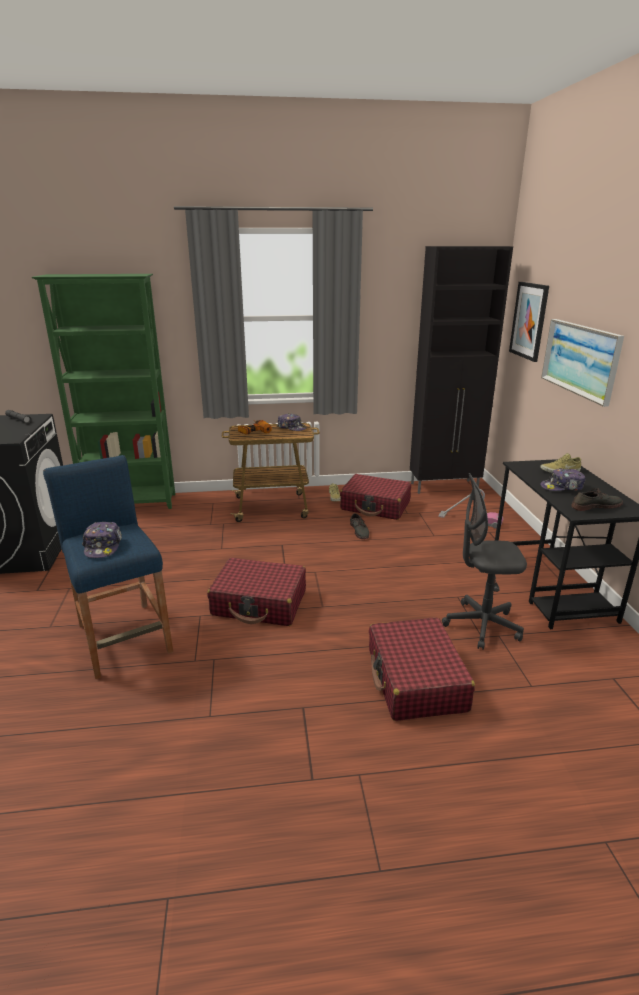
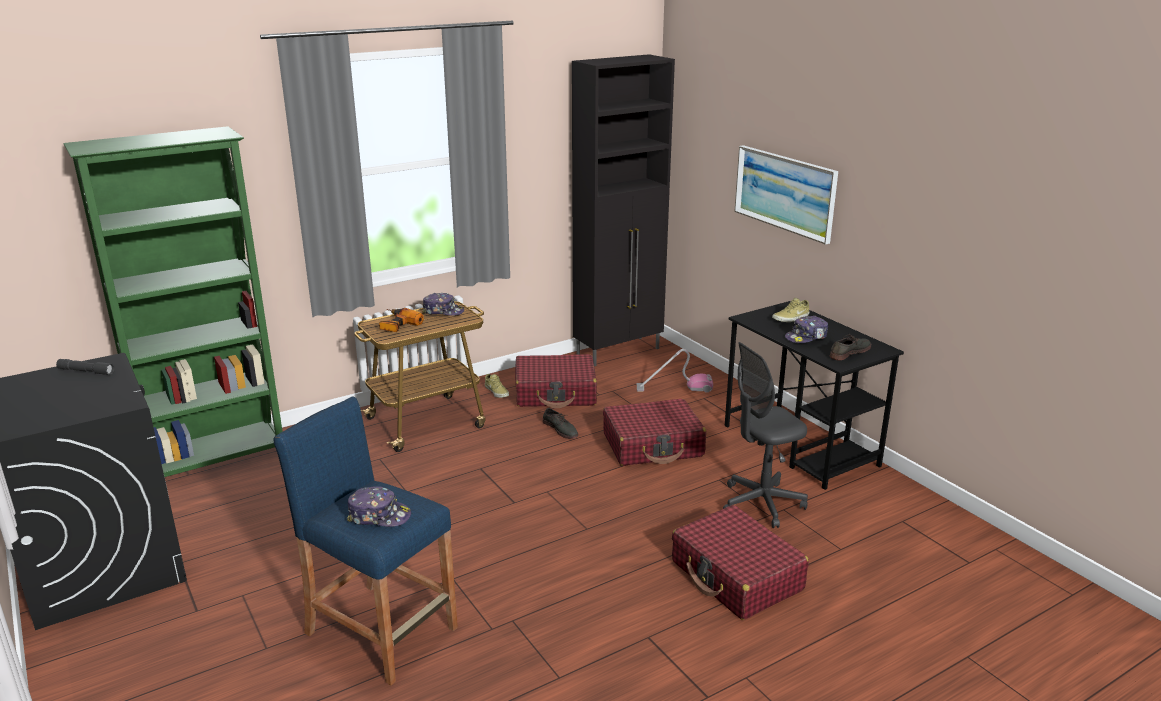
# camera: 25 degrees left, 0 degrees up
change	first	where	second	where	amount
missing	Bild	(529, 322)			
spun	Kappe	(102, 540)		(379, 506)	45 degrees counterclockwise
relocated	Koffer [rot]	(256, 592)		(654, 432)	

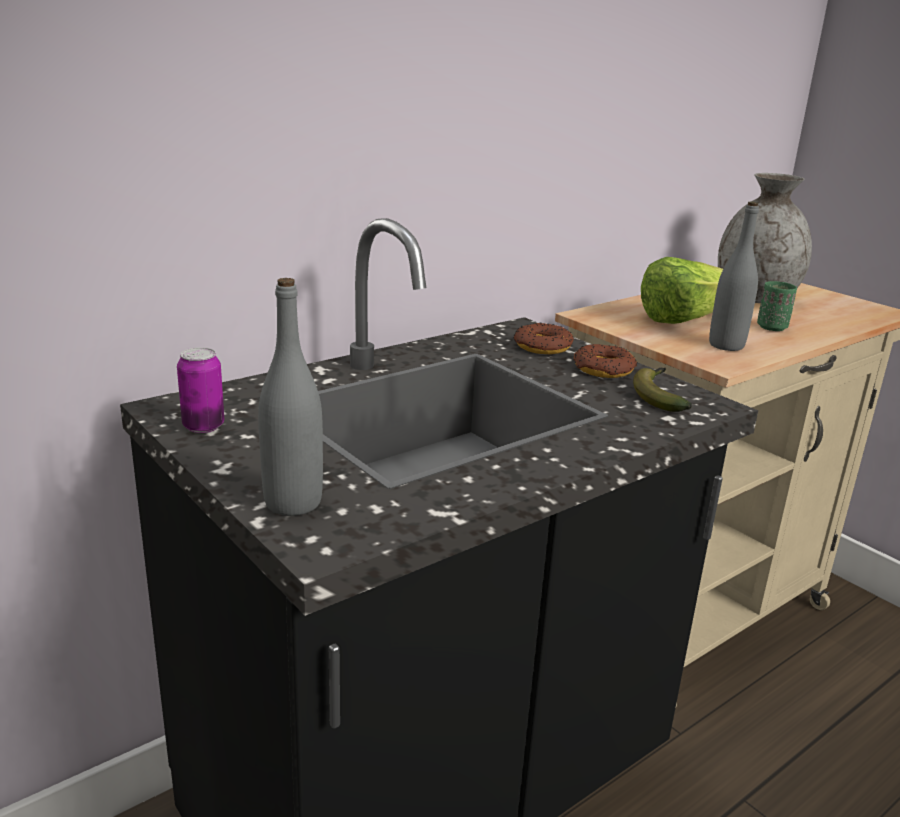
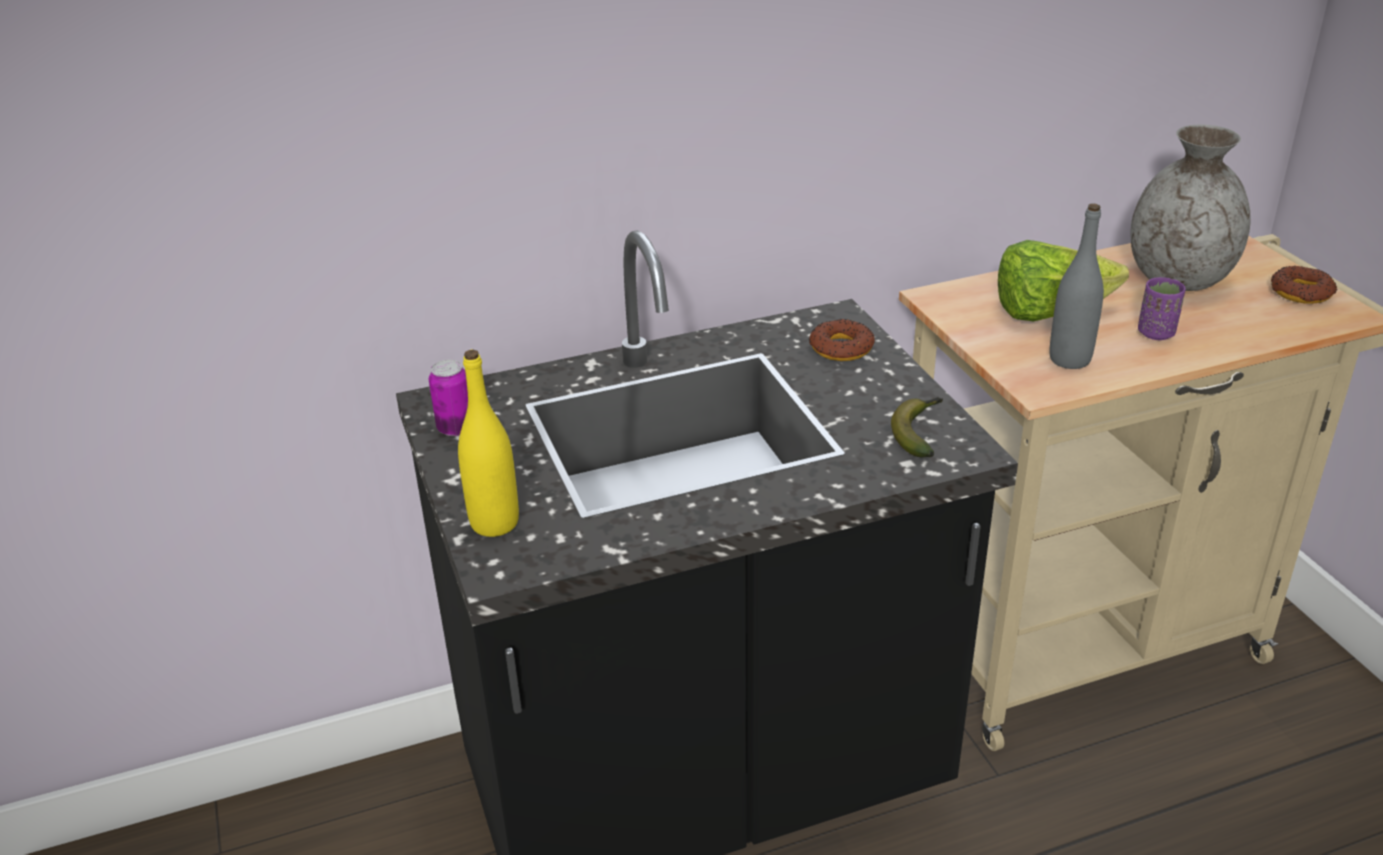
# camera: 20 degrees right, 10 degrees up
change	first	where	second	where	amount
colour	Flasche [grau]	(290, 397)	Flasche [gelb]	(488, 443)	
colour	Tasse [grün]	(777, 306)	Tasse [lila]	(1162, 308)	
relocated	Donut	(605, 361)		(1304, 285)	

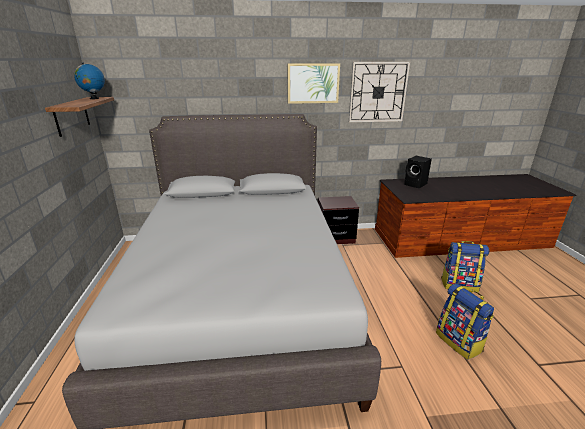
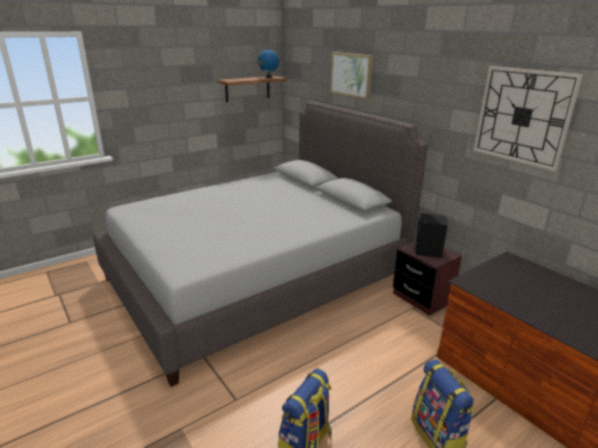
# camera: 60 degrees right, 0 degrees up
change	first	where	second	where	amount
relocated	Bild	(314, 83)		(351, 76)	
relocated	Lautsprecher [schwarz]	(418, 172)		(431, 235)	

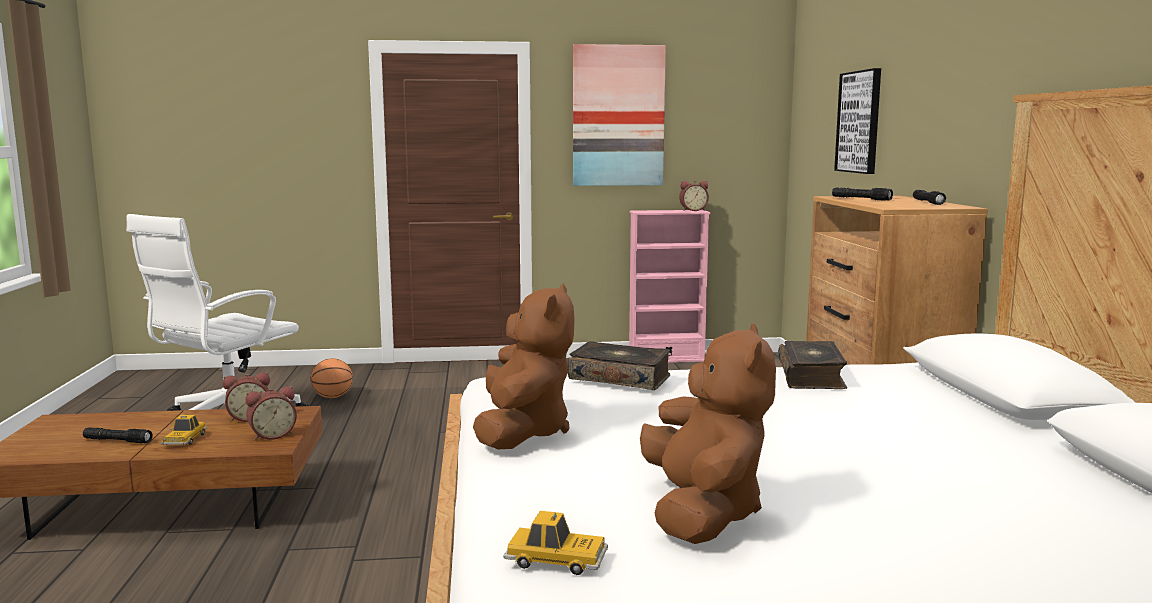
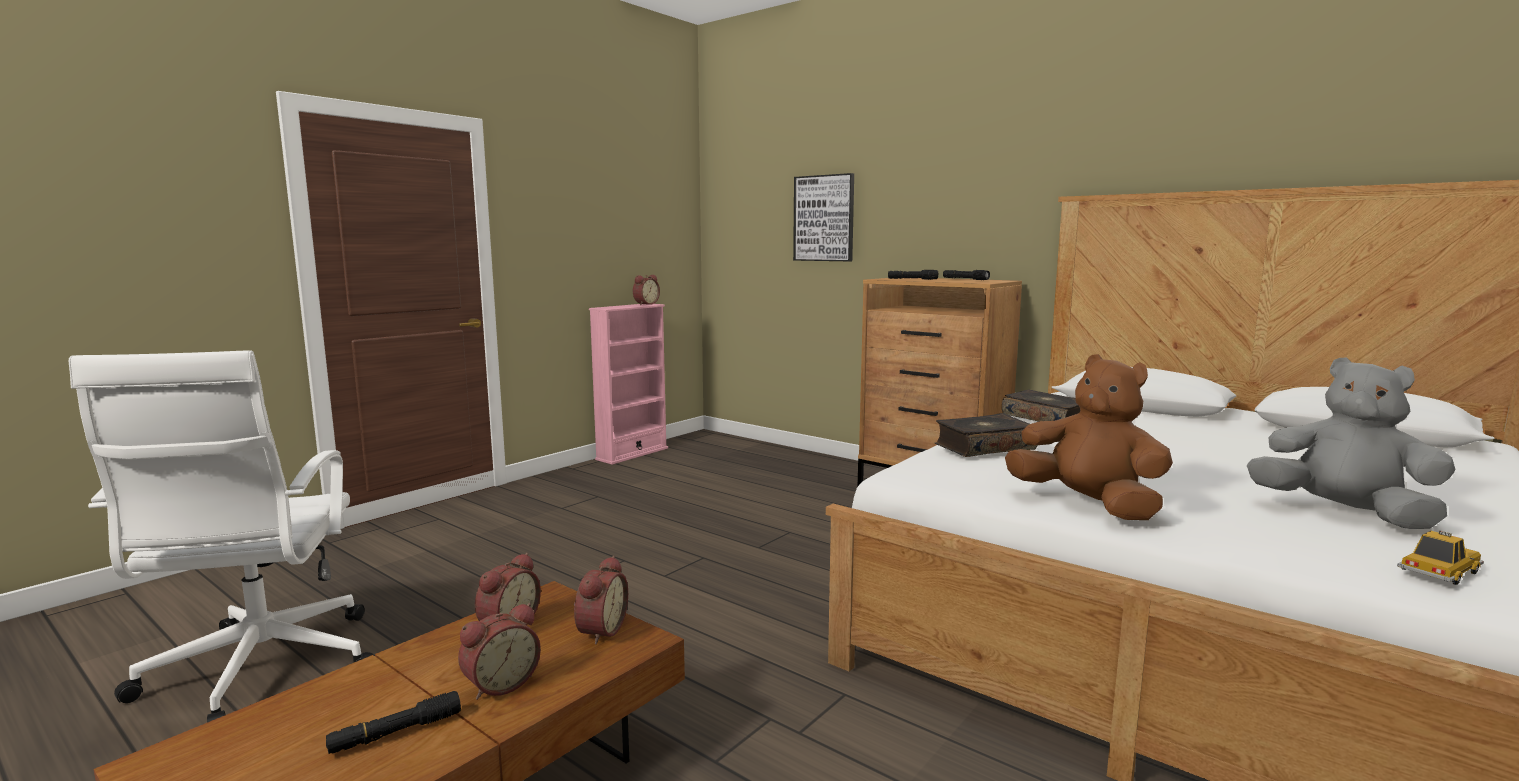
# camera: 45 degrees left, 0 degrees up
change	first	where	second	where	amount
missing	Bild	(619, 115)			
colour	Plüschtier [braun]	(708, 433)	Plüschtier [grau]	(1351, 443)	
missing	Basketball	(332, 378)			
exchanged	Spielzeugauto	(184, 430)	Wecker	(499, 651)	

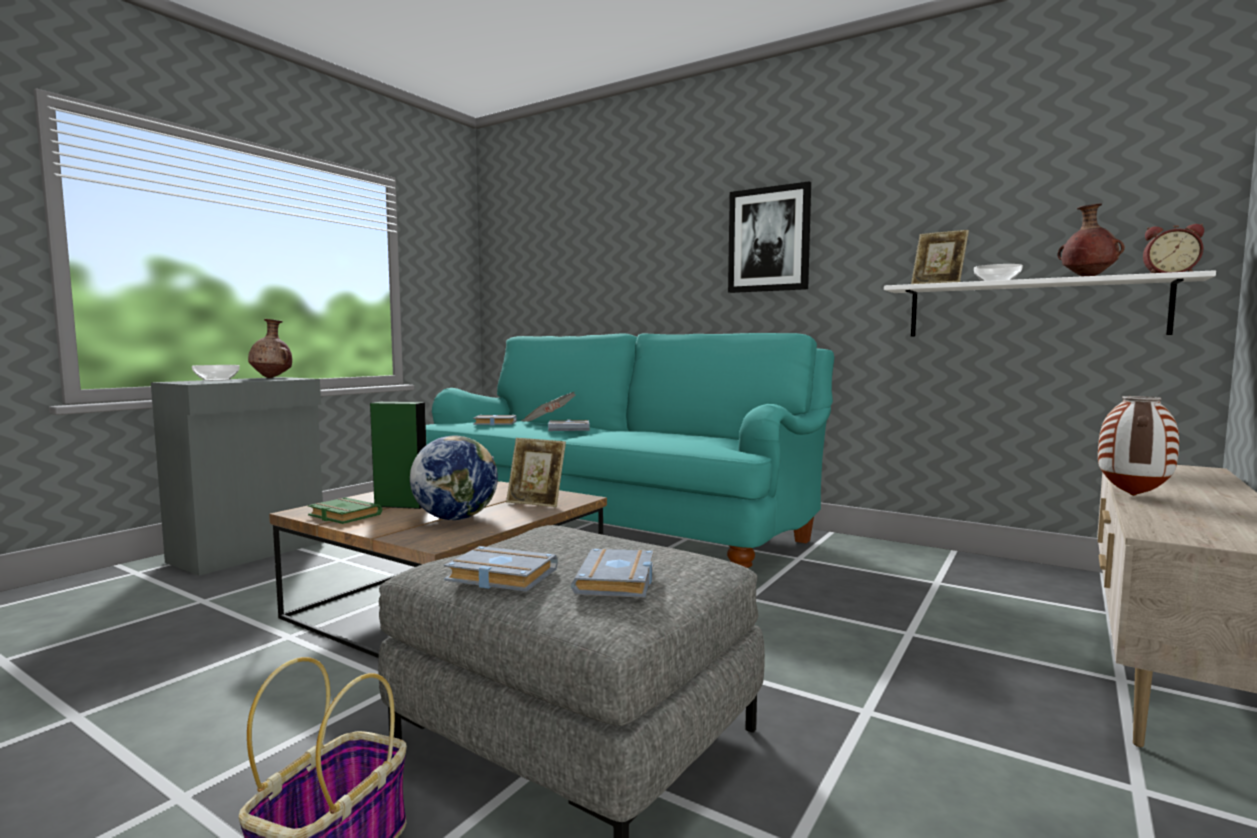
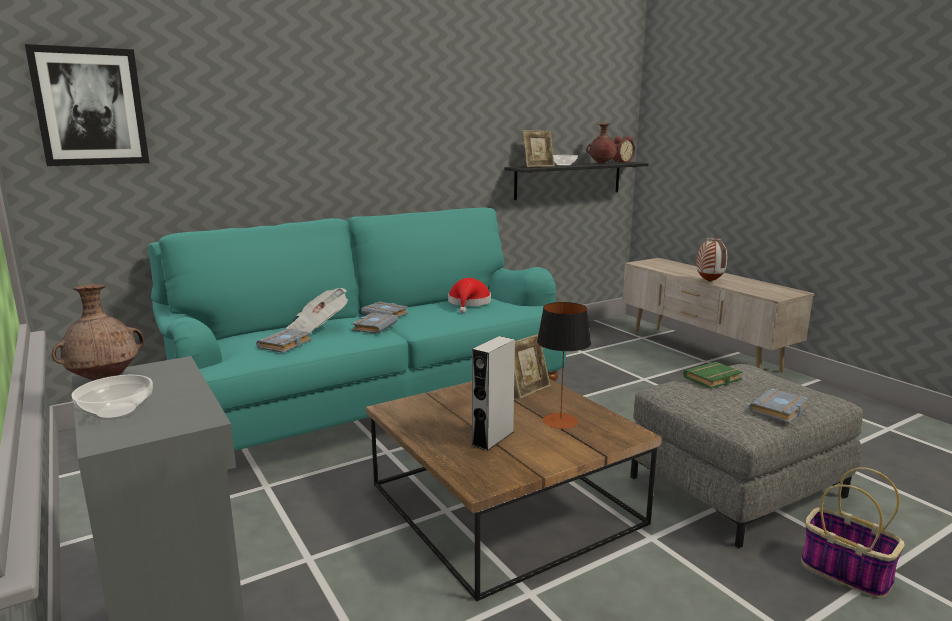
# camera: 65 degrees left, 10 degrees up
change	first	where	second	where	amount
relocated	Bild	(769, 237)		(87, 105)	
colour	Wandregal [weiß]	(1050, 303)	Wandregal [schwarz]	(576, 181)	
colour	Lautsprecher [grün]	(398, 455)	Lautsprecher [grau]	(493, 393)	
exchanged	Globus	(454, 478)	Tischlampe	(564, 365)	
relocated	Buch [grün]	(345, 510)		(713, 375)	
relocated	Buch [grau]	(612, 573)		(385, 309)	
appeared			Hut [rot]	(469, 296)	

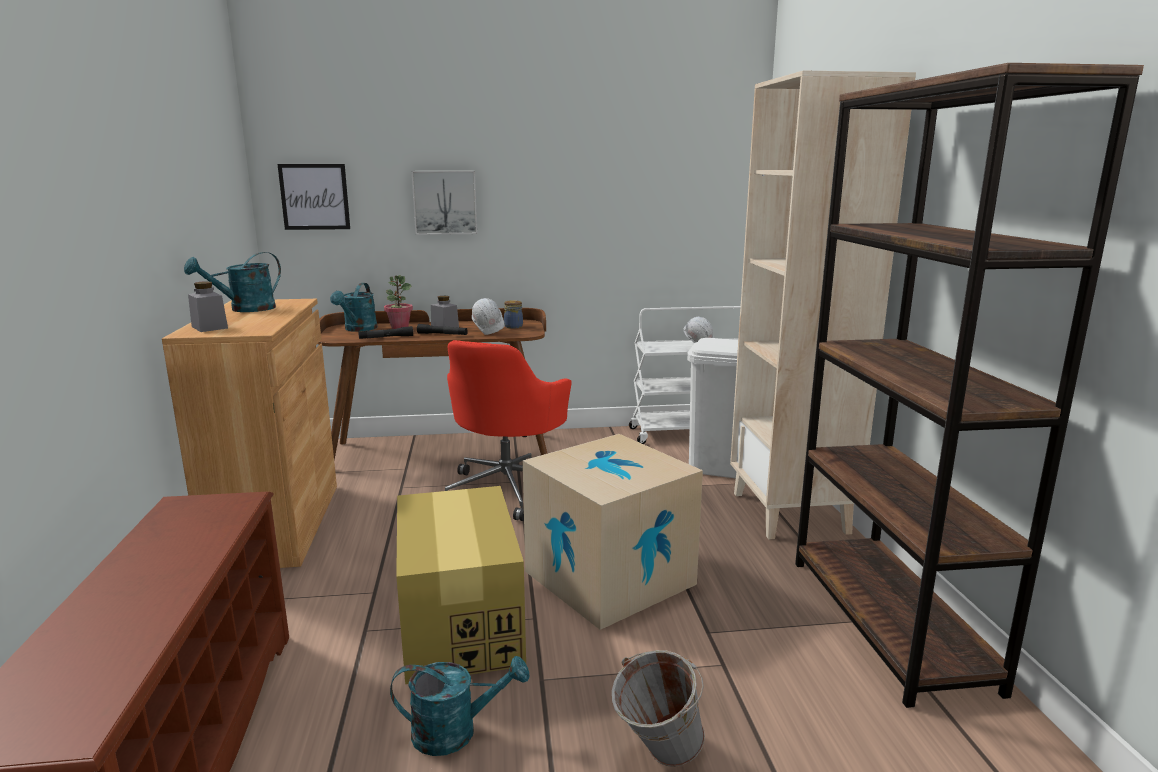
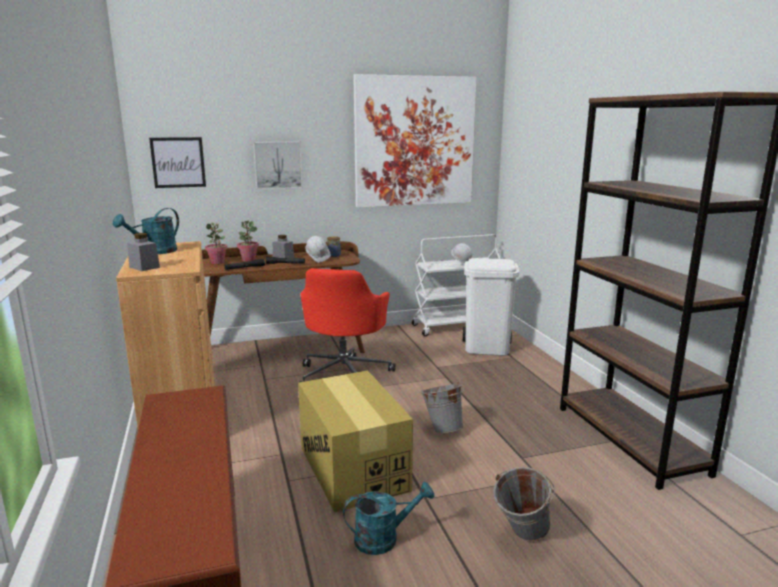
# camera: 10 degrees left, 0 degrees up
change	first	where	second	where	amount
missing	Bücherregal [beige]	(823, 305)			
exchanged	Gießkanne [türkis]	(353, 307)	Topfpflanze	(216, 243)	
exchanged	Karton	(613, 532)	Eimer [grau]	(442, 407)	
appeared			Bild	(415, 141)	

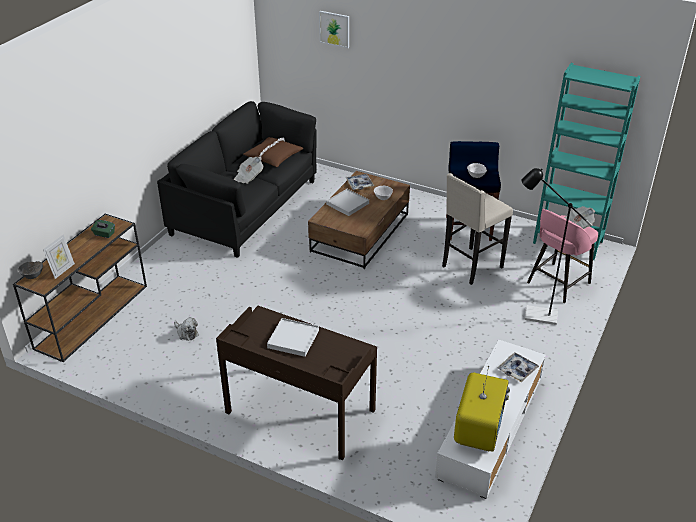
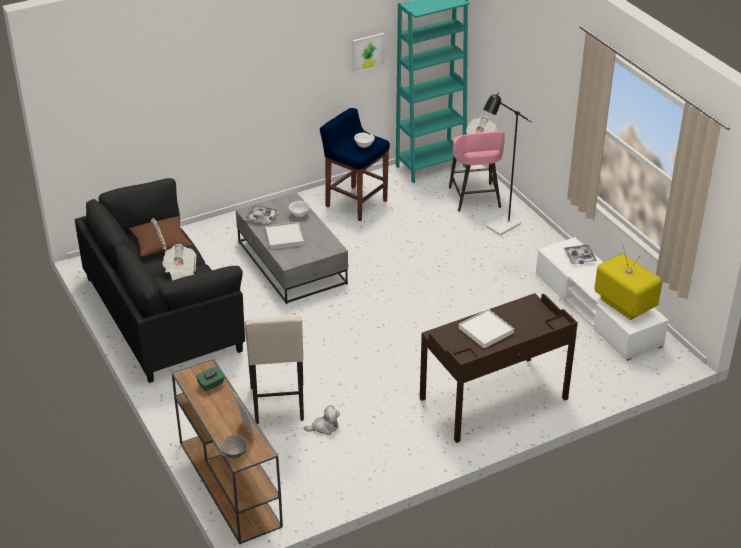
# camera: 55 degrees left, 0 degrees up
change	first	where	second	where	amount
relocated	Bild	(334, 29)		(368, 53)	
colour	Couchtisch [braun]	(359, 220)	Couchtisch [grau]	(292, 248)	
relocated	Hocker [beige]	(477, 229)		(274, 370)	

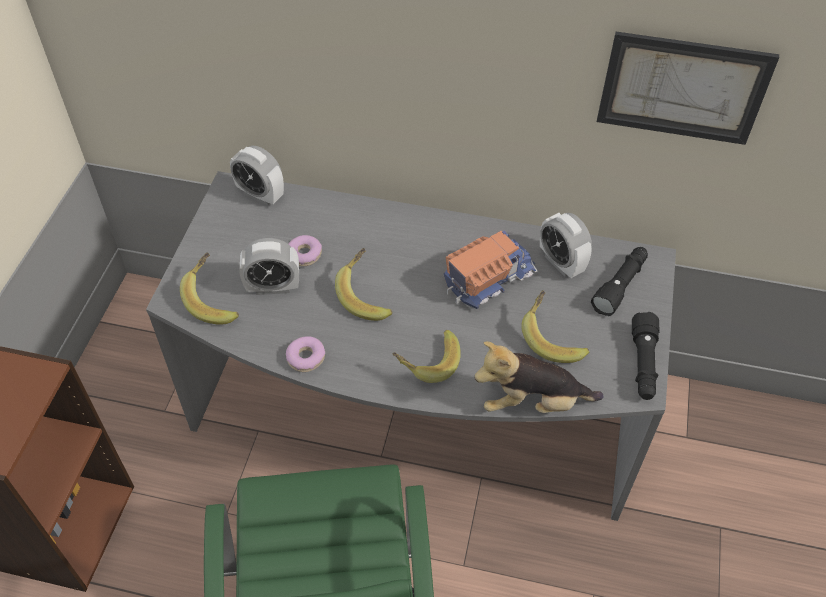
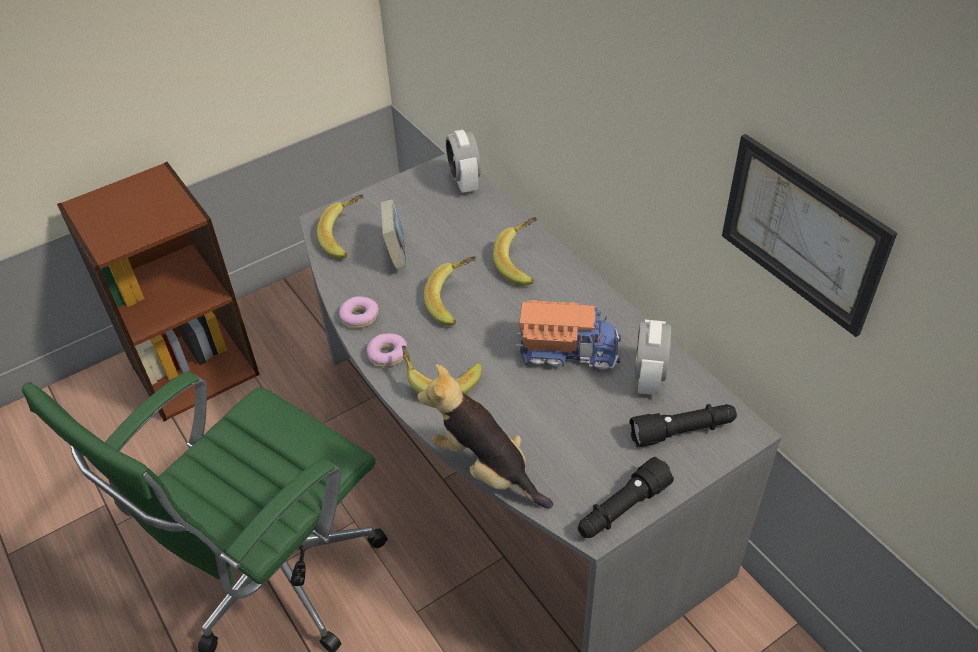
# camera: 45 degrees right, 5 degrees down
change	first	where	second	where	amount
relocated	Donut	(305, 250)		(387, 350)	
exchanged	Wecker	(269, 266)	Buch	(393, 234)	
relocated	Banane	(555, 326)		(515, 251)	

